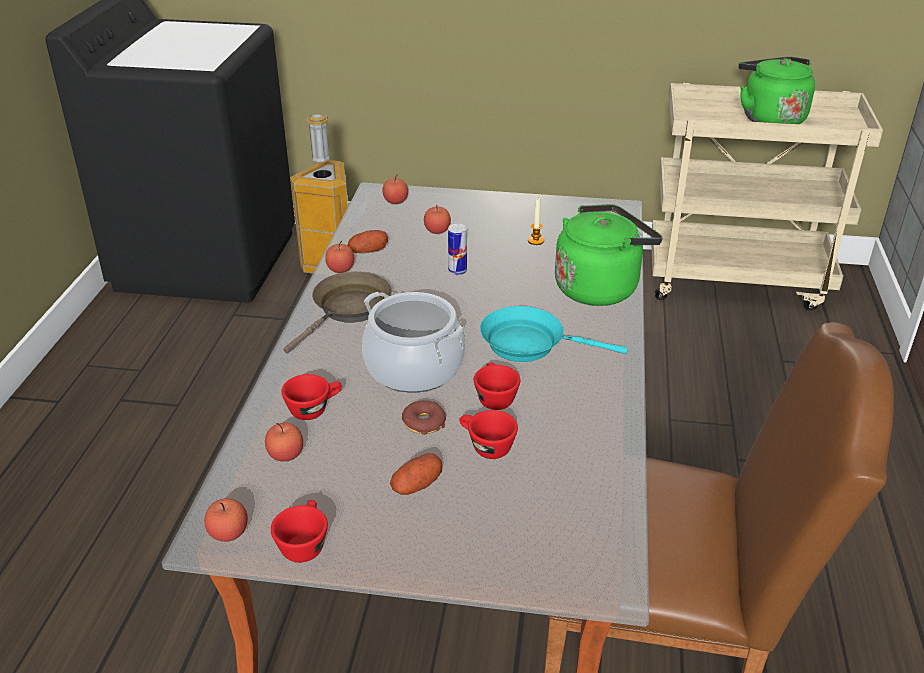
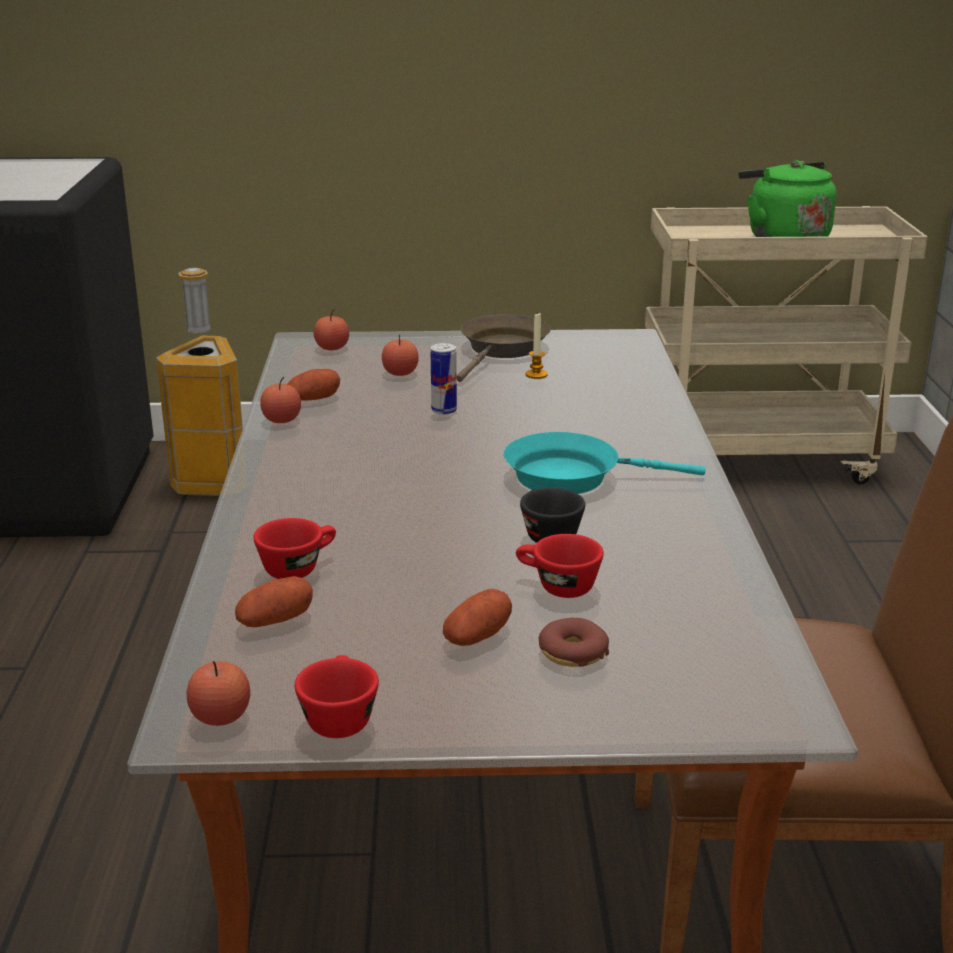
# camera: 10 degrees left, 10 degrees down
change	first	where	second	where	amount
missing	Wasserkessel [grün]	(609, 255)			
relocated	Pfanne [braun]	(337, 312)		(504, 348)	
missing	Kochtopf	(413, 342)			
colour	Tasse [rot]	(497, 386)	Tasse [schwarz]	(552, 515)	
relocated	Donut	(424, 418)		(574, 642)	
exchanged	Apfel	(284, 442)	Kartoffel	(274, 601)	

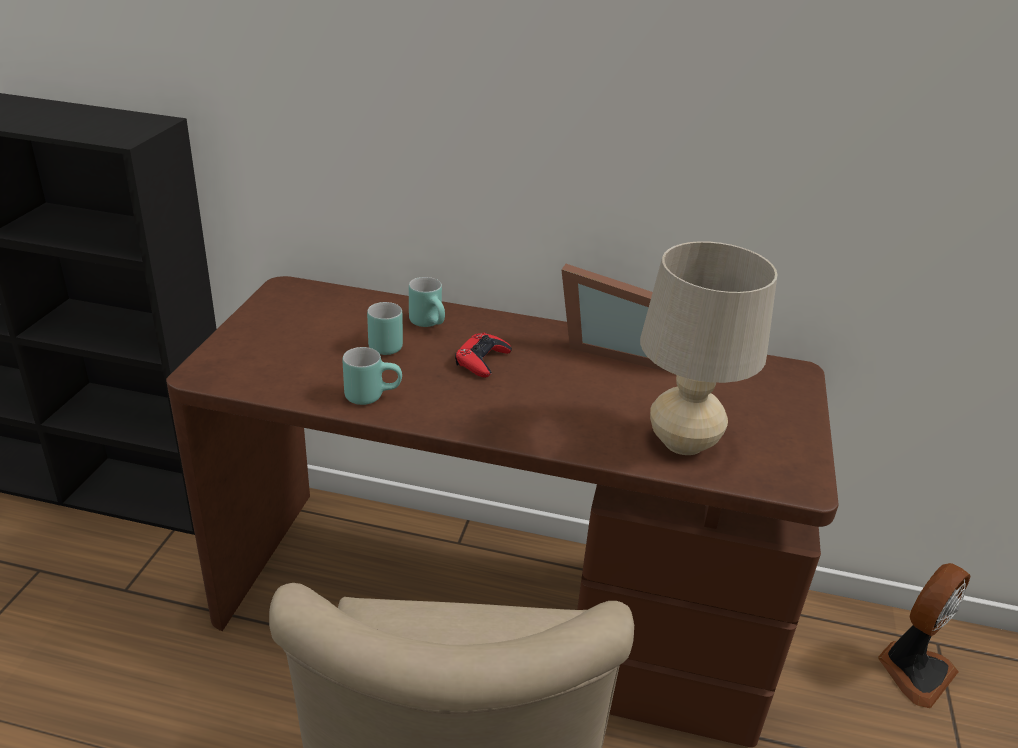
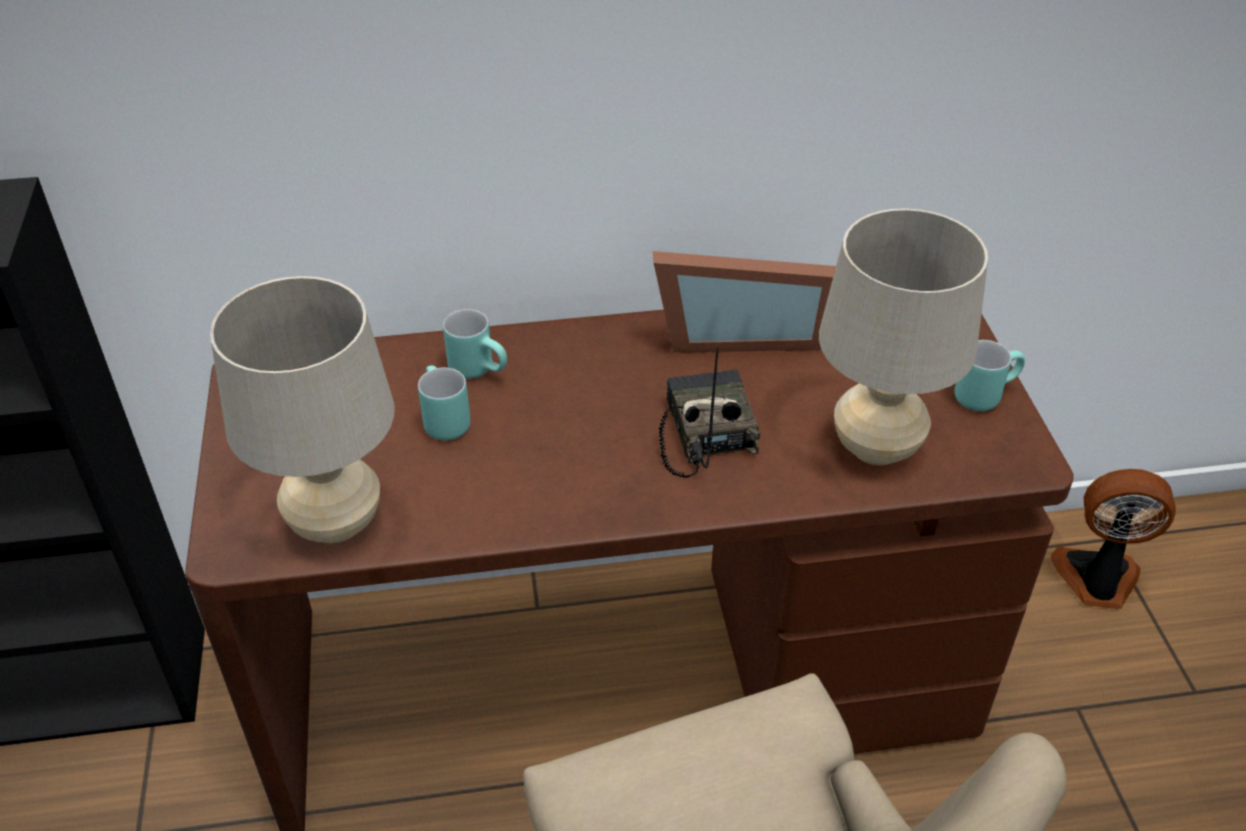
# camera: 20 degrees left, 10 degrees up
change	first	where	second	where	amount
missing	Gamepad [rot]	(483, 355)			
relocated	Henkelbecher [türkis]	(372, 376)		(989, 375)	
spun	Ventilator	(924, 636)		(1113, 539)	105 degrees counterclockwise
appeared			Tischlampe [beige]	(302, 409)	
appeared			Radio	(709, 412)	

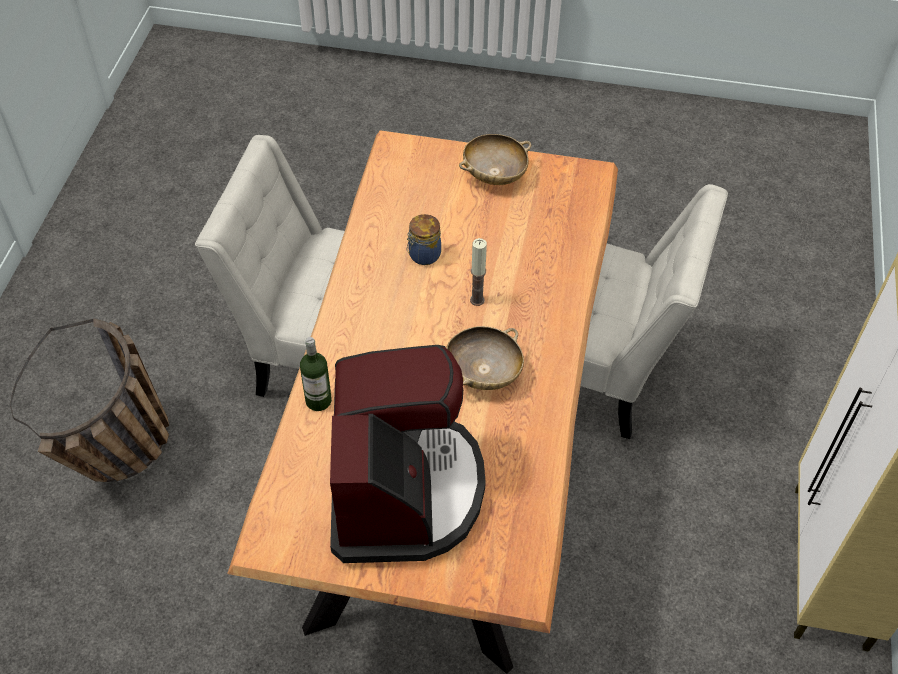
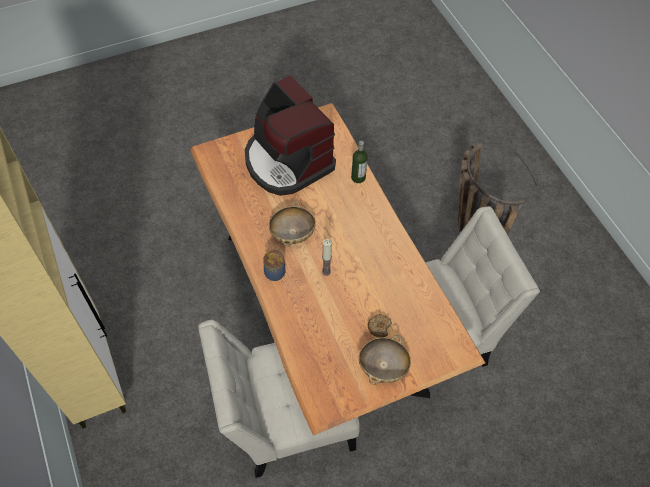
# camera: 145 degrees right, 5 degrees up
change	first	where	second	where	amount
relocated	Vorratsglas	(424, 239)		(275, 265)	
appeared			Donut	(380, 326)	

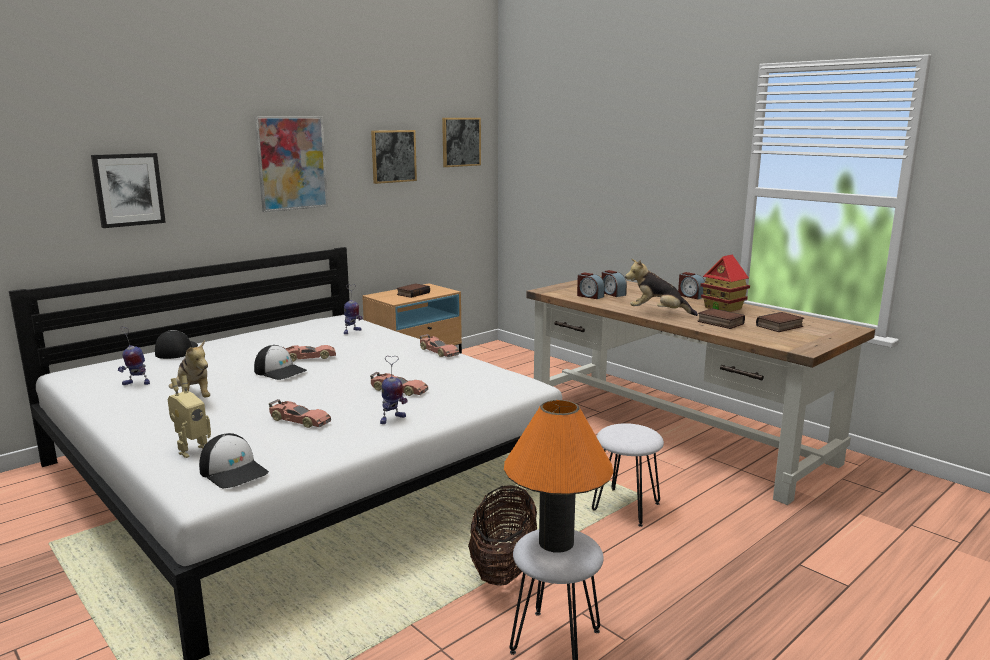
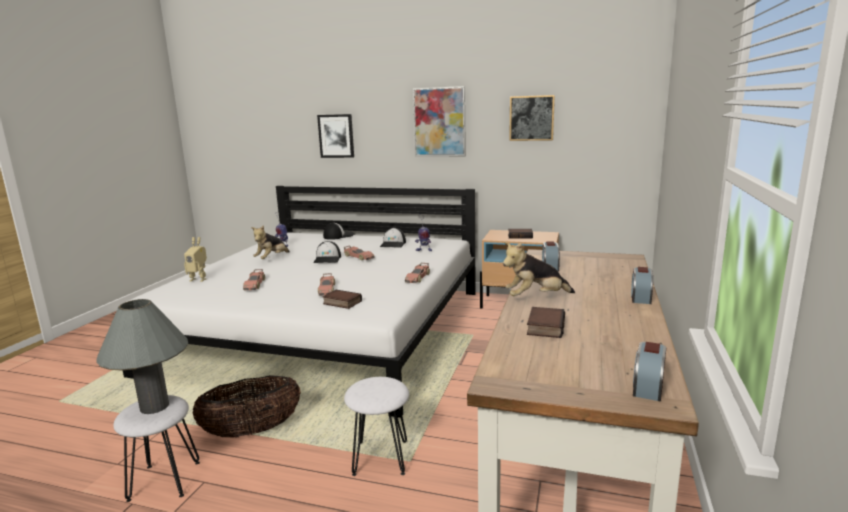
# camera: 60 degrees right, 0 degrees up
change	first	where	second	where	amount
missing	Bild	(461, 142)			
missing	Spielzeughaus	(725, 283)			
spun	Plüschtier	(661, 287)		(539, 269)	90 degrees counterclockwise
relocated	Wecker	(614, 283)		(649, 371)	
relocated	Buch	(780, 322)		(342, 299)	
missing	Spielzeugroboter	(394, 390)			
colour	Tischlampe [orange]	(559, 476)	Tischlampe [grau]	(142, 356)	
relocated	Kappe	(234, 461)		(393, 238)	

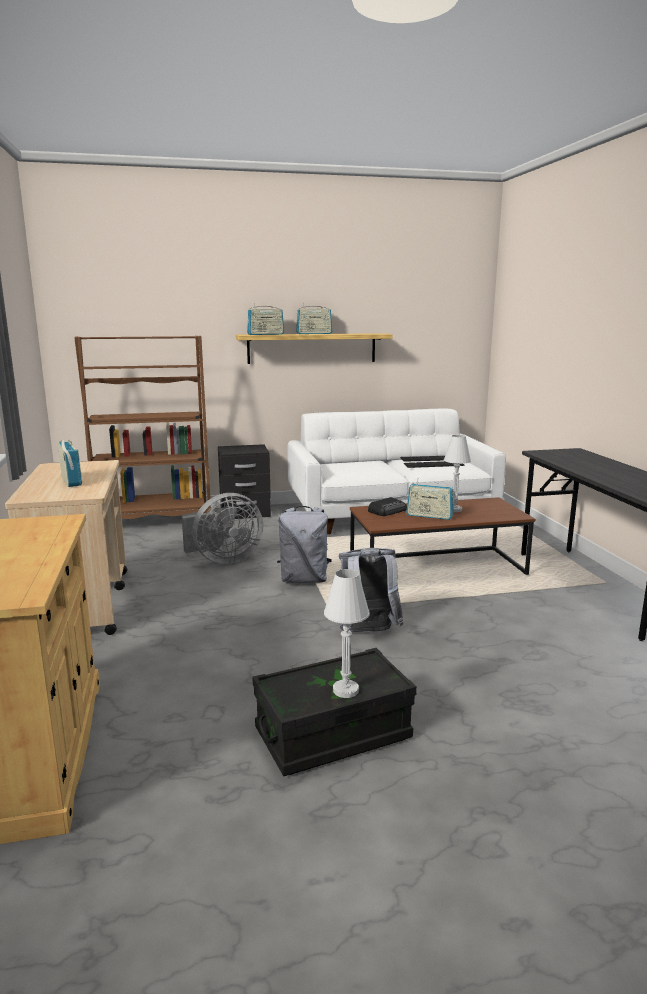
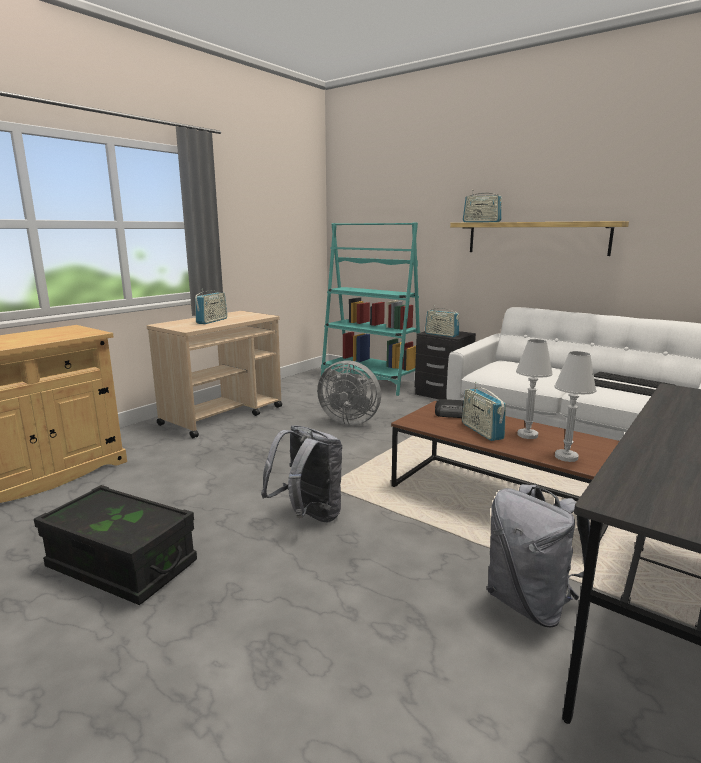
# camera: 50 degrees right, 0 degrees up
change	first	where	second	where	amount
relocated	Radio	(314, 318)		(442, 322)	
colour	Bücherregal [braun]	(142, 427)	Bücherregal [türkis]	(370, 309)	
relocated	Rucksack [grau]	(304, 544)		(538, 555)	
relocated	Tischlampe [weiß]	(347, 633)		(575, 406)	

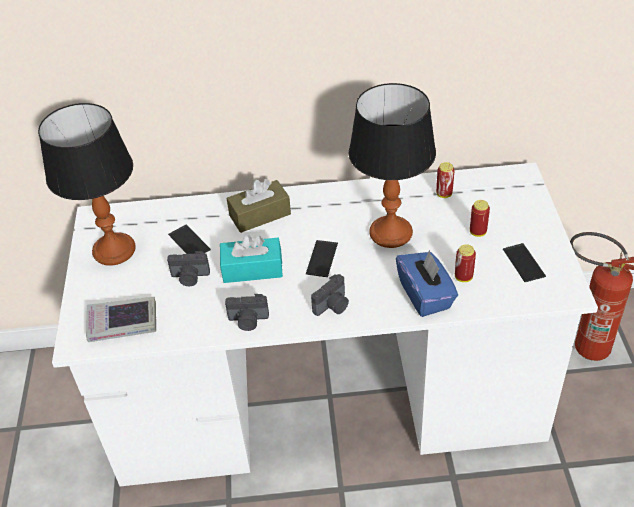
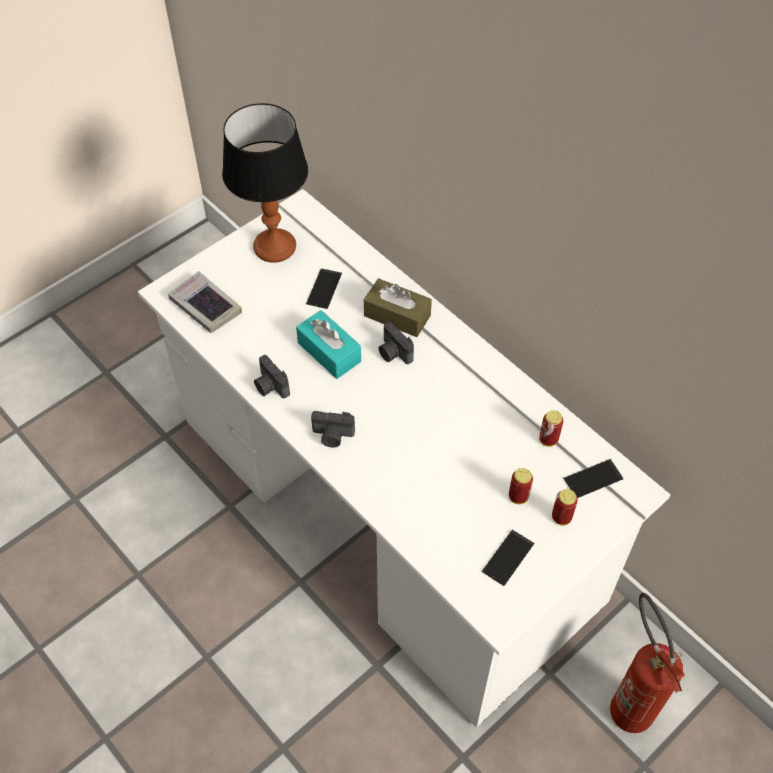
# camera: 50 degrees right, 10 degrees up
change	first	where	second	where	amount
missing	Tischlampe	(392, 165)			
relocated	Handy	(322, 258)		(593, 478)	
relocated	Dose	(465, 263)		(565, 507)	
missing	Taschentuchbox [blau]	(427, 283)			
relocated	Kamera	(188, 268)		(396, 343)	

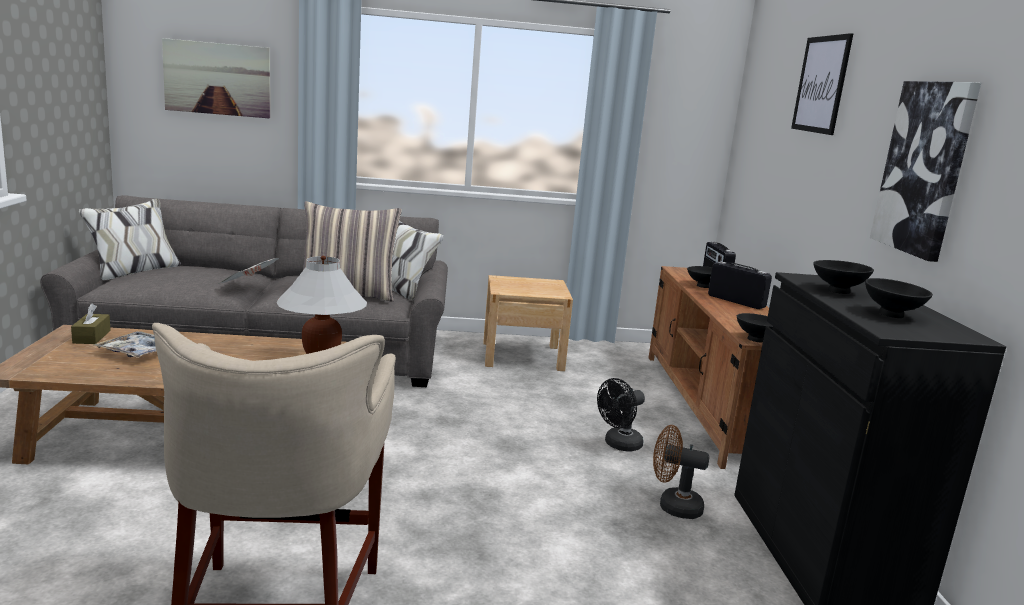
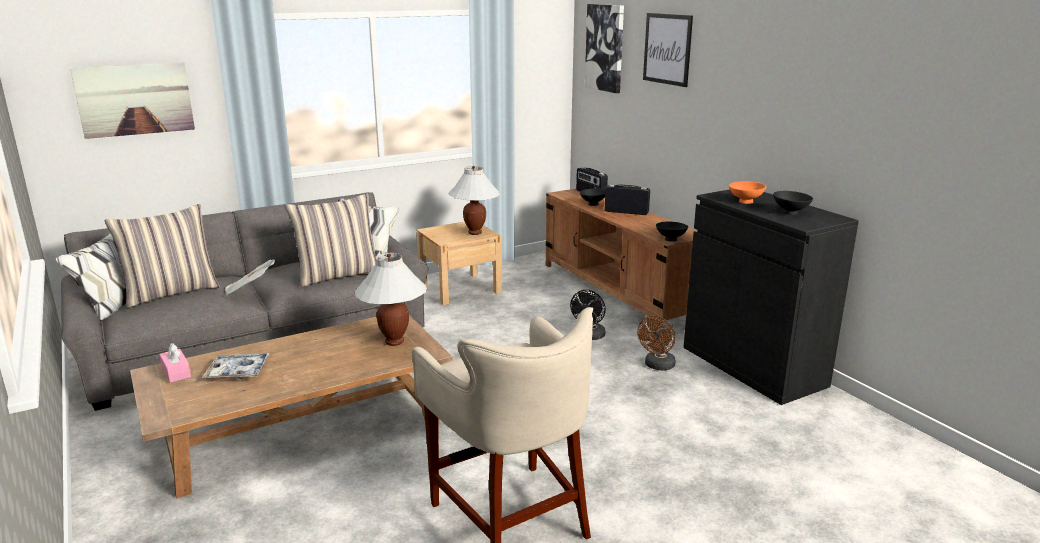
# camera: 25 degrees left, 5 degrees up
change	first	where	second	where	amount
relocated	Bild	(925, 171)		(604, 48)	
colour	Schüssel [schwarz]	(843, 277)	Schüssel [orange]	(747, 192)	
colour	Taschentuchbox [braun]	(91, 324)	Taschentuchbox [rosa]	(175, 363)	
spun	Ventilator [braun]	(681, 472)		(656, 343)	45 degrees counterclockwise
appeared			Tischlampe [weiß]	(474, 200)	
appeared			Kissen	(162, 256)	

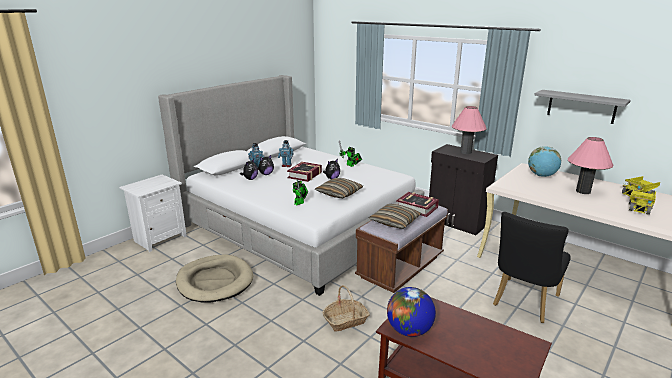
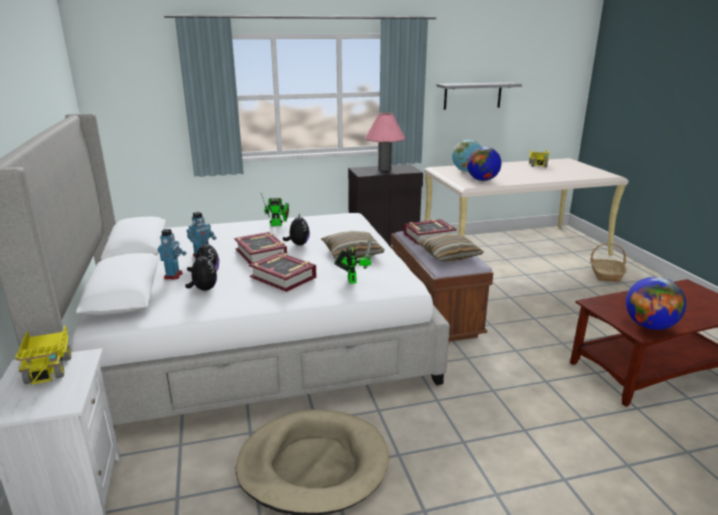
# camera: 55 degrees left, 0 degrees up
change	first	where	second	where	amount
missing	Tischlampe [rosa]	(591, 165)			
relocated	Spielzeuglaster	(642, 201)		(42, 356)	
missing	Stuhl [schwarz]	(532, 267)			
relocated	Korb	(346, 308)		(608, 262)	
appeared			Globus	(484, 164)	
appeared			Buch	(283, 272)	

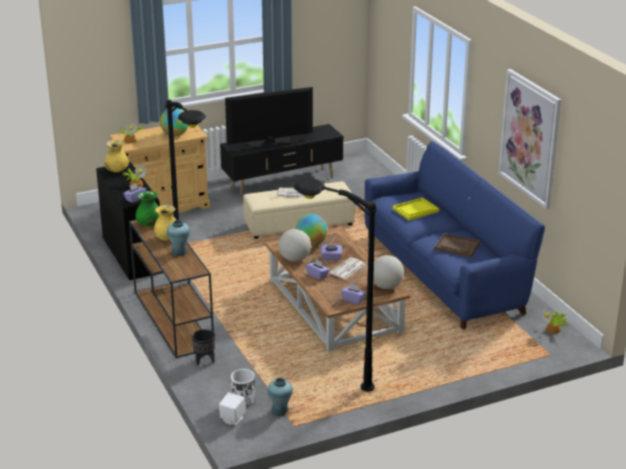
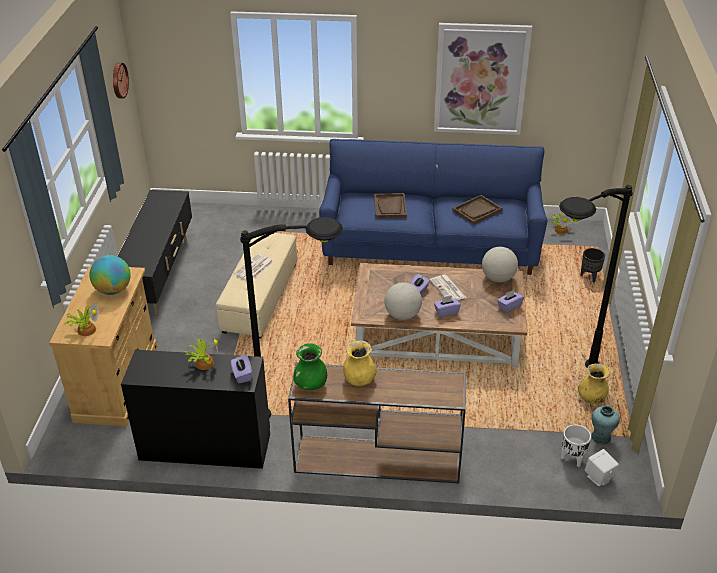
# camera: 60 degrees left, 10 degrees up
change	first	where	second	where	amount
missing	Fernseher	(269, 118)			
relocated	Vase [gelb]	(116, 156)		(594, 384)	
colour	Tablett [gelb]	(416, 209)	Tablett [braun]	(390, 206)	
missing	Globus	(312, 230)			
missing	Vase [türkis]	(178, 238)			
relocated	Pflanzkübel [schwarz]	(203, 347)		(592, 265)	
appeared			Wanduhr	(121, 80)	

